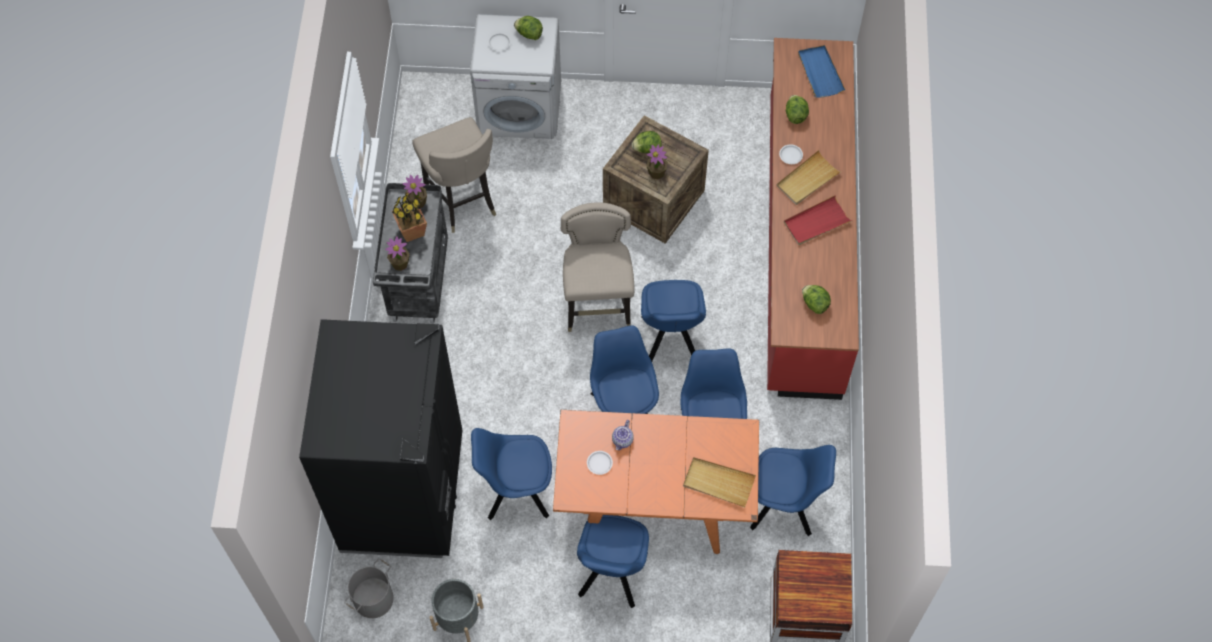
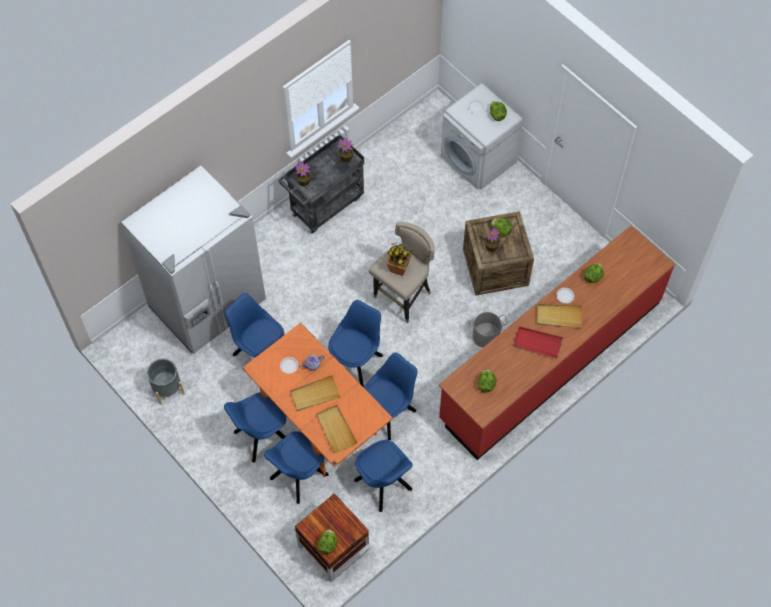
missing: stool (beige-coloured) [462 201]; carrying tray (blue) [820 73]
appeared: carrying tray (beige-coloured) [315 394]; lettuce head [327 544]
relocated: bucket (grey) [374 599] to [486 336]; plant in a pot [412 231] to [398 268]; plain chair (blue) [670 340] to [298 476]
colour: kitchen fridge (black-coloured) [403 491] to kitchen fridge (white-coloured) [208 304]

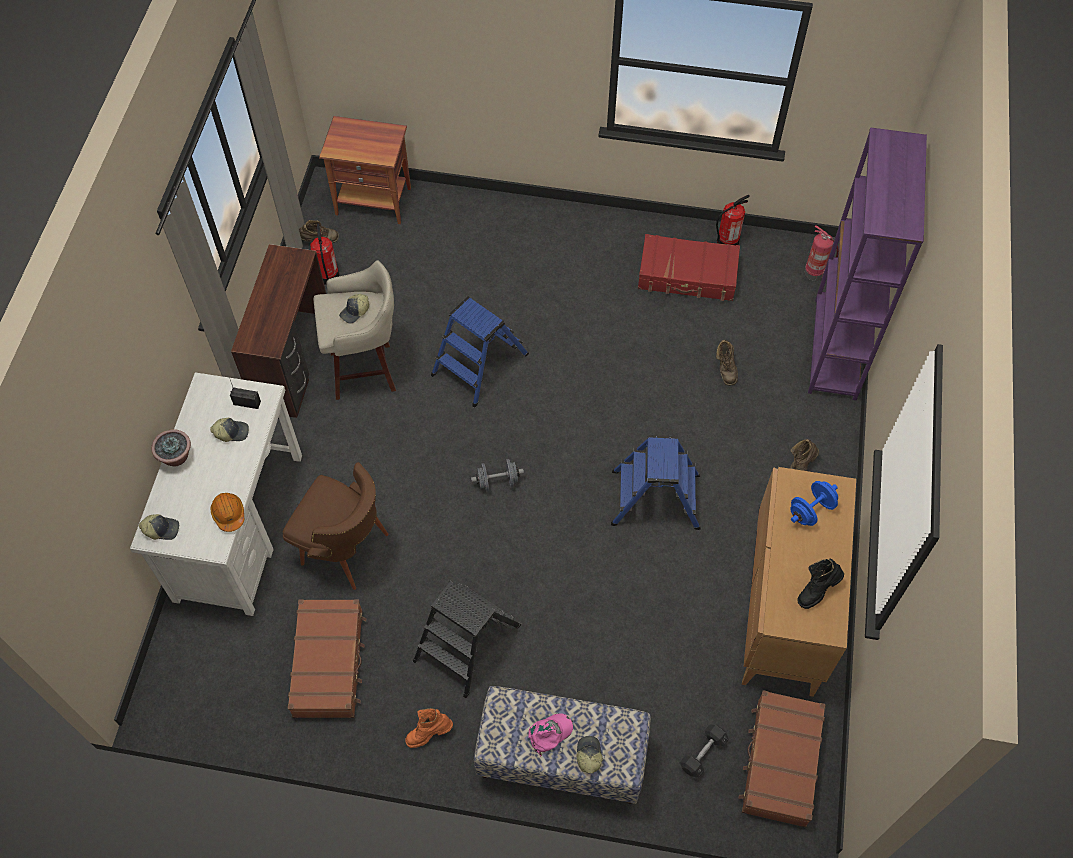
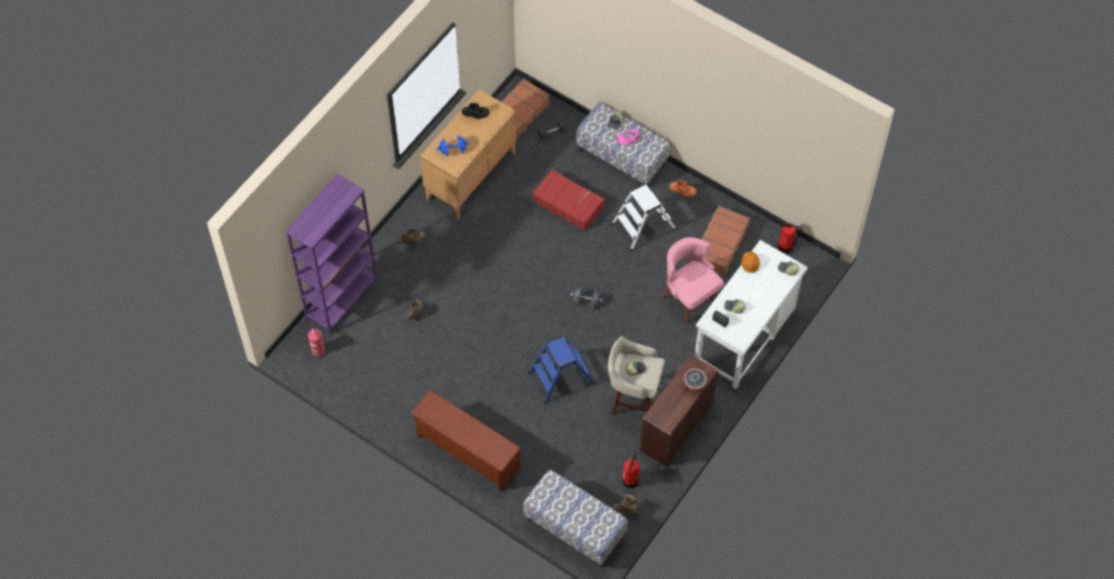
missing: step ladder (blue) [655 499]
appeared: shoe shelf (brown) [467 453]
relocated: plant in a pot [176 457] to [694 385]; travel case (red-coloured) [687 276] to [568 204]; fire-fighting cylinder [727 242] to [785 246]
exchanged: bedside table [374 201] to long seat [574 528]
colour: plain chair (brown) [344 549] to plain chair (pink) [689 299]; step ladder (black-coloured) [467 642] to step ladder (white-coloured) [643 226]

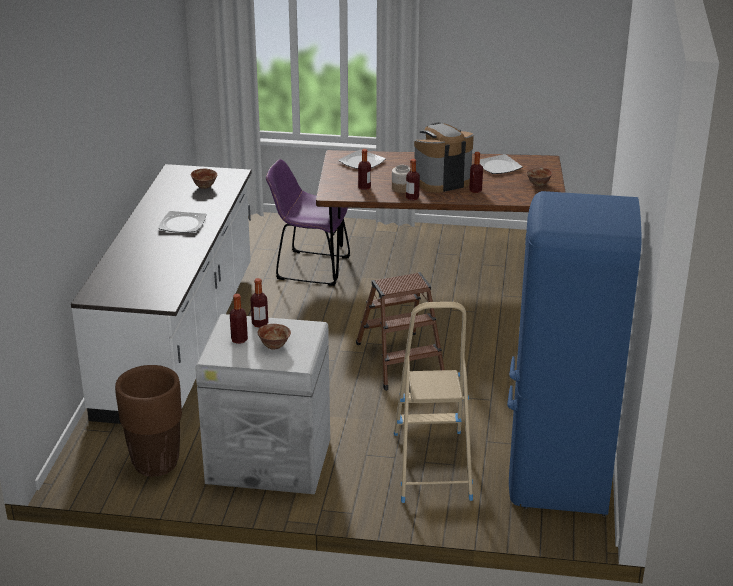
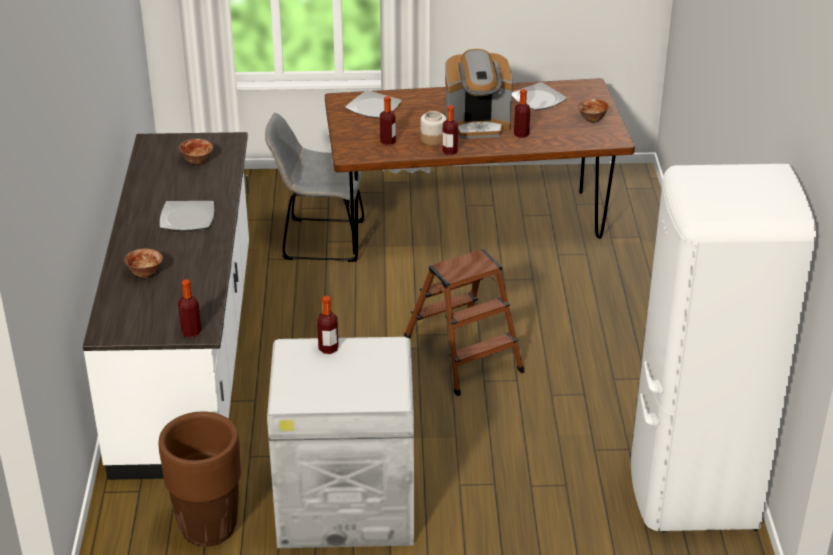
missing: step ladder (beige-coloured) [431 464]
relocated: bottle [239 340] to [191 332]; serving bowl [274 345] to [145 273]
colour: plain chair (purple-coloured) [309 268] to plain chair (grey) [318 240]; kitchen fridge (blue) [556 481] to kitchen fridge (white-coloured) [689 492]
spun: coffee machine [442 181] = [477 125] 150 degrees counterclockwise

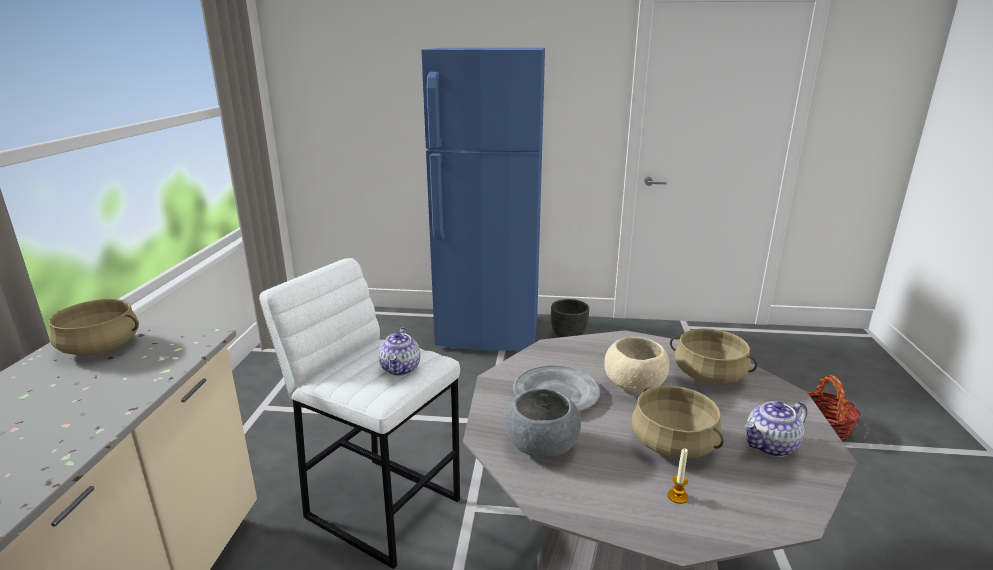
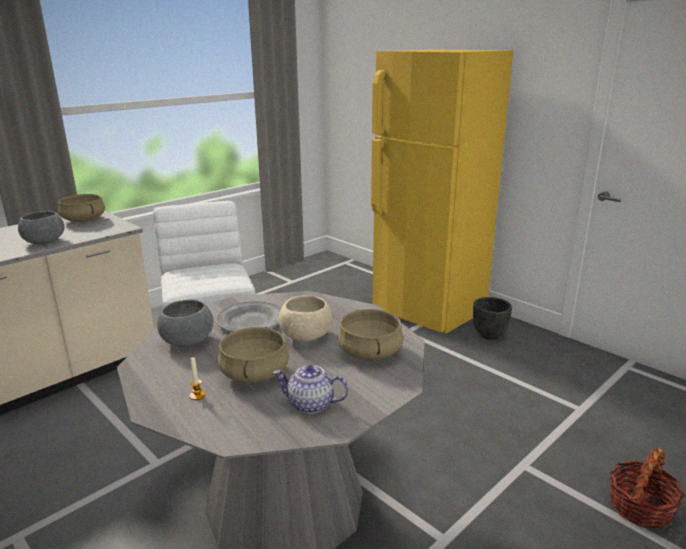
missing: tea pot [401 368]
appeared: serving bowl (grey) [44 242]
colour: kitchen fridge (blue) [488 332] to kitchen fridge (yellowish) [428 309]

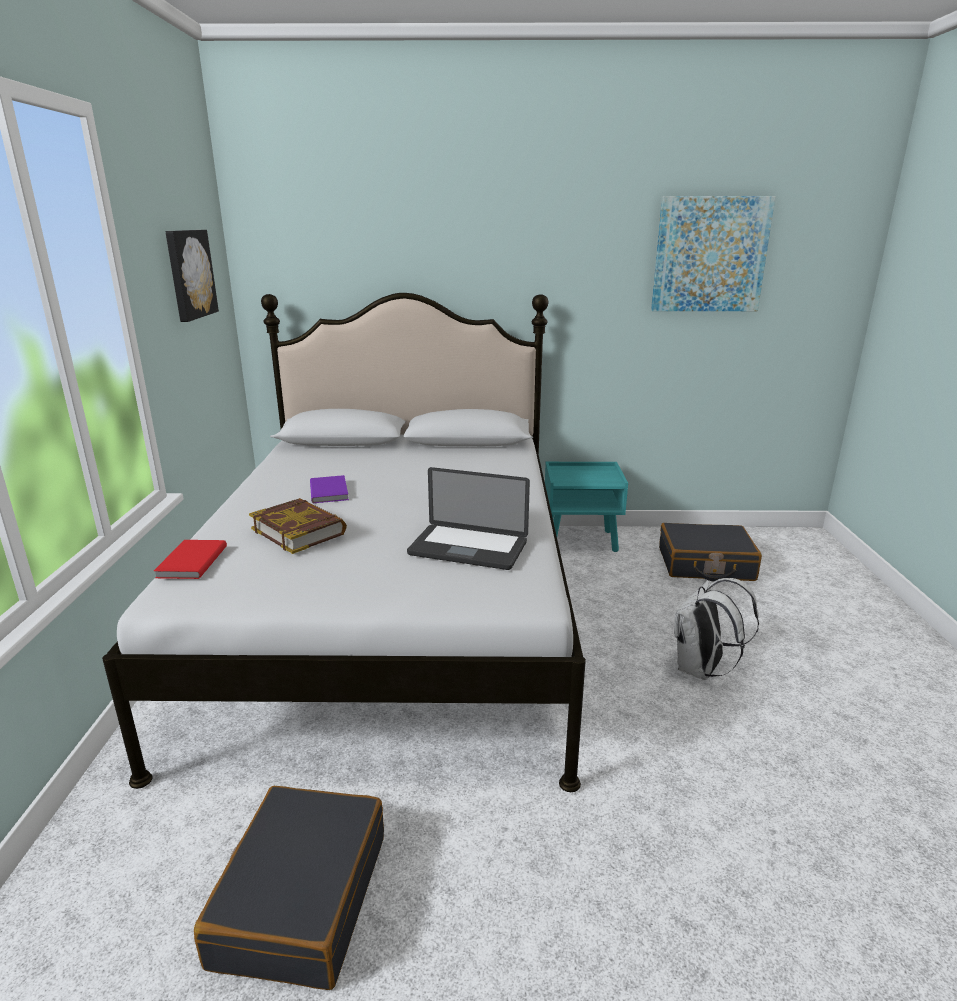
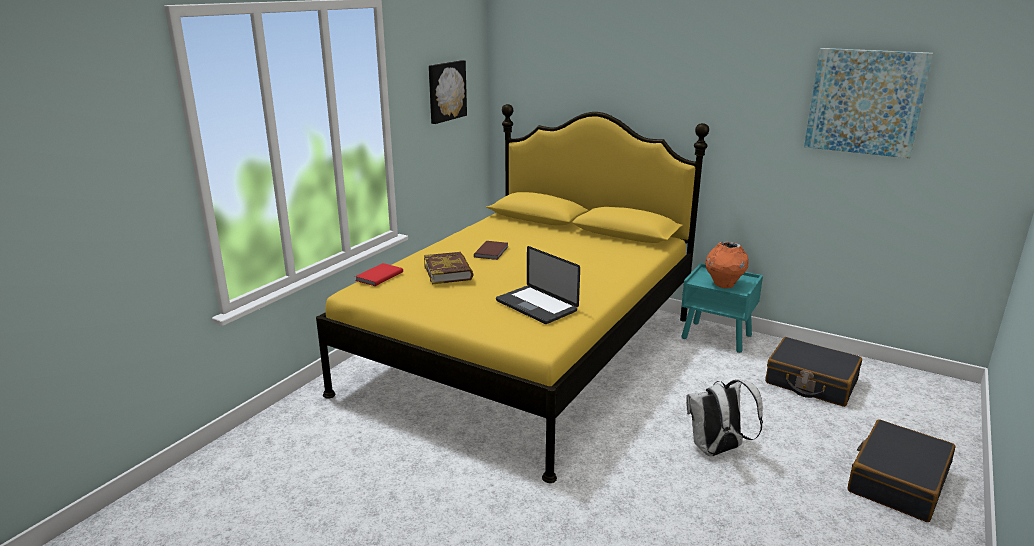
appeared: vase (orange) [723 284]
relocated: travel case (black-coloured) [300 898] to [897 481]
colour: bedroom bed (white-coloured) [392 621] to bedroom bed (yellowish) [524 354]; volume (purple-coloured) [330 491] to volume (brown) [492 251]

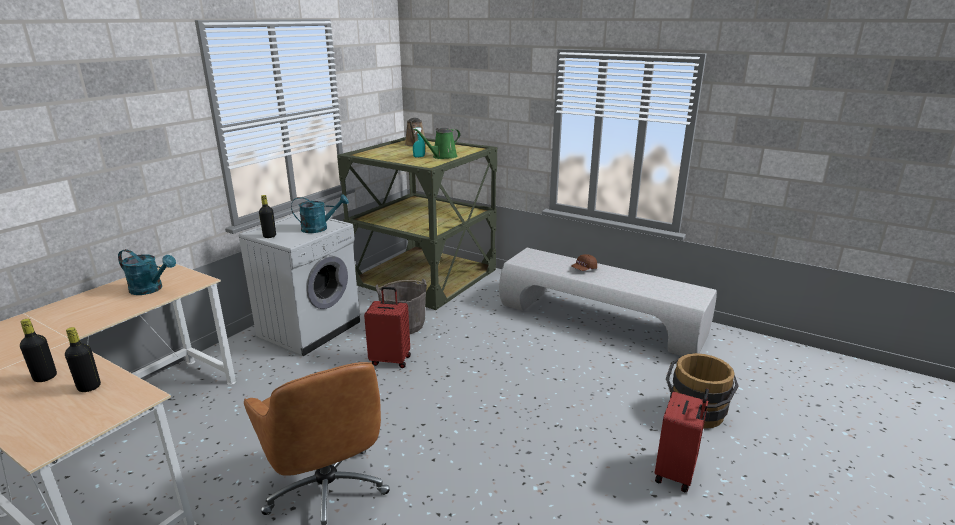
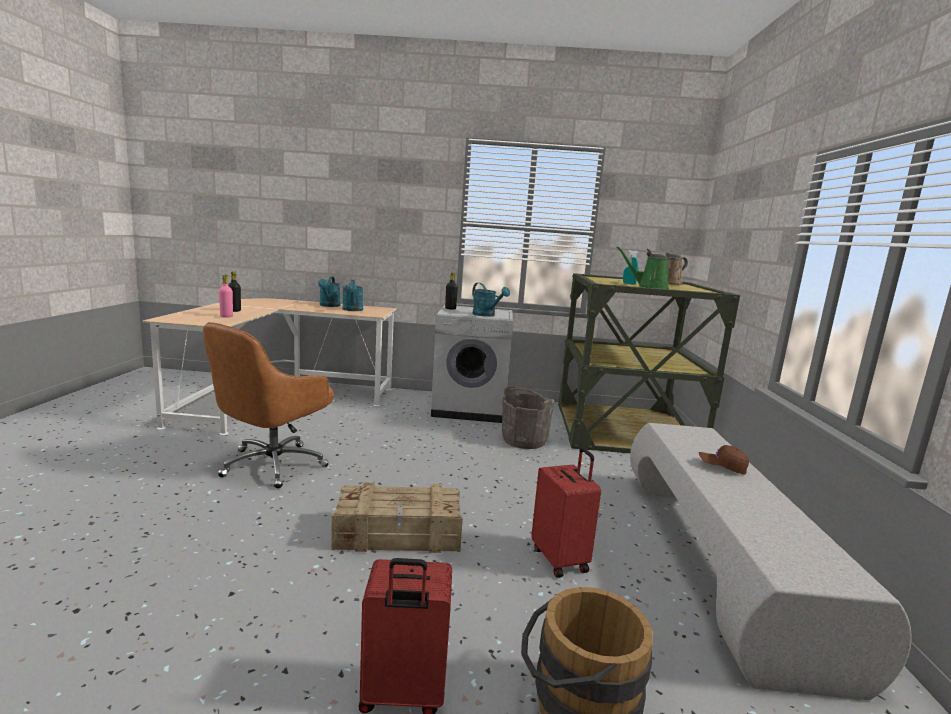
appeared: watering pot (turquoise) [329 306]; crate [399 534]
relocated: travel case (red-coloured) [391 360] to [561 559]
colour: bottle (black-coloured) [89 387] to bottle (pink) [226 316]

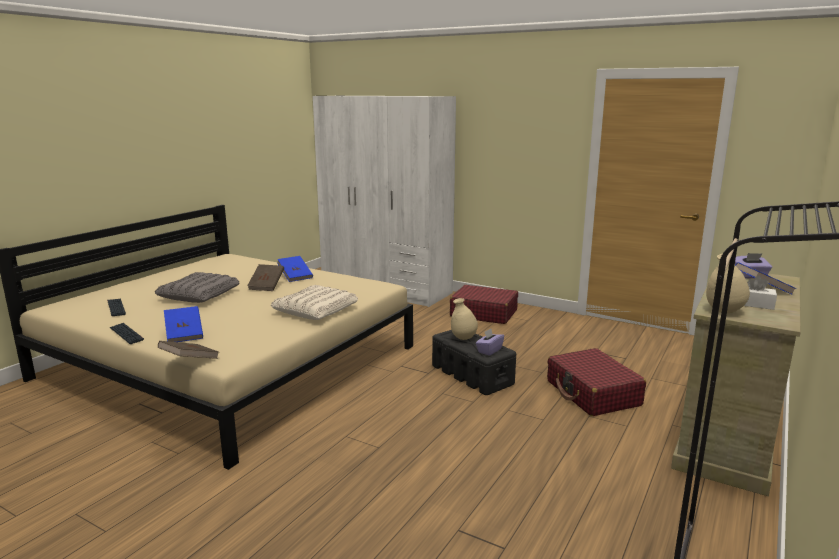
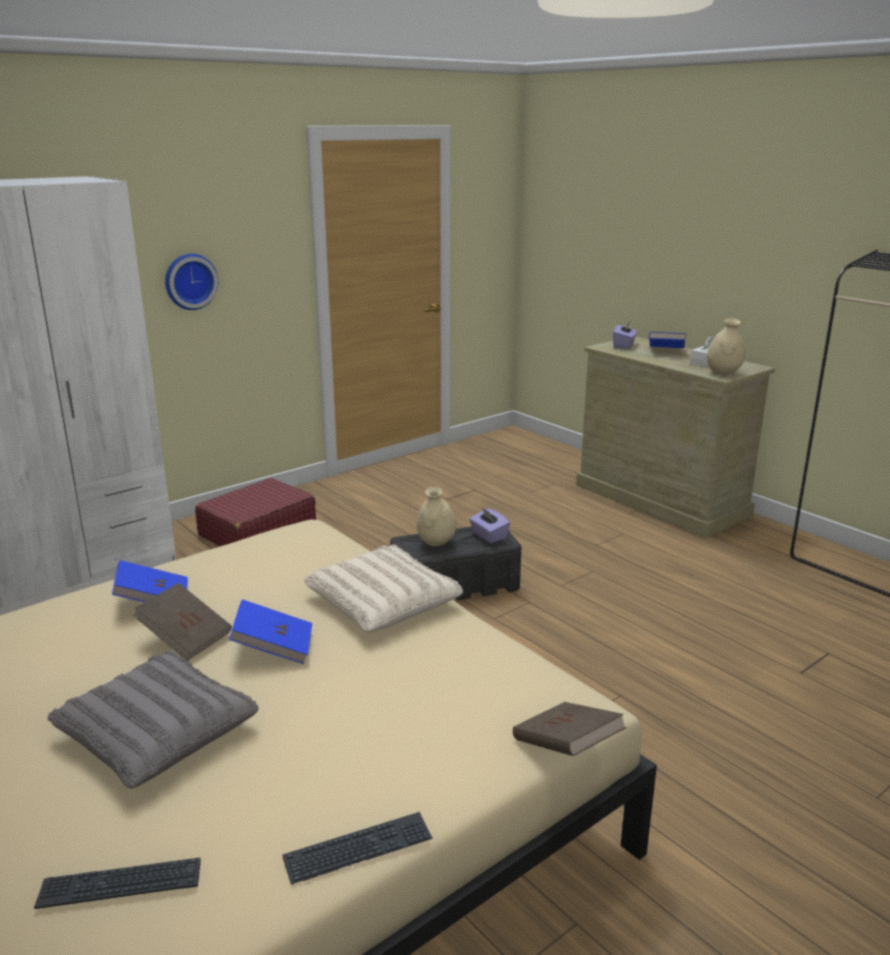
missing: travel case (red-coloured) [593 393]
appeared: hanging clock [189 281]
relocated: volume (blue) [184 334] to [273 648]

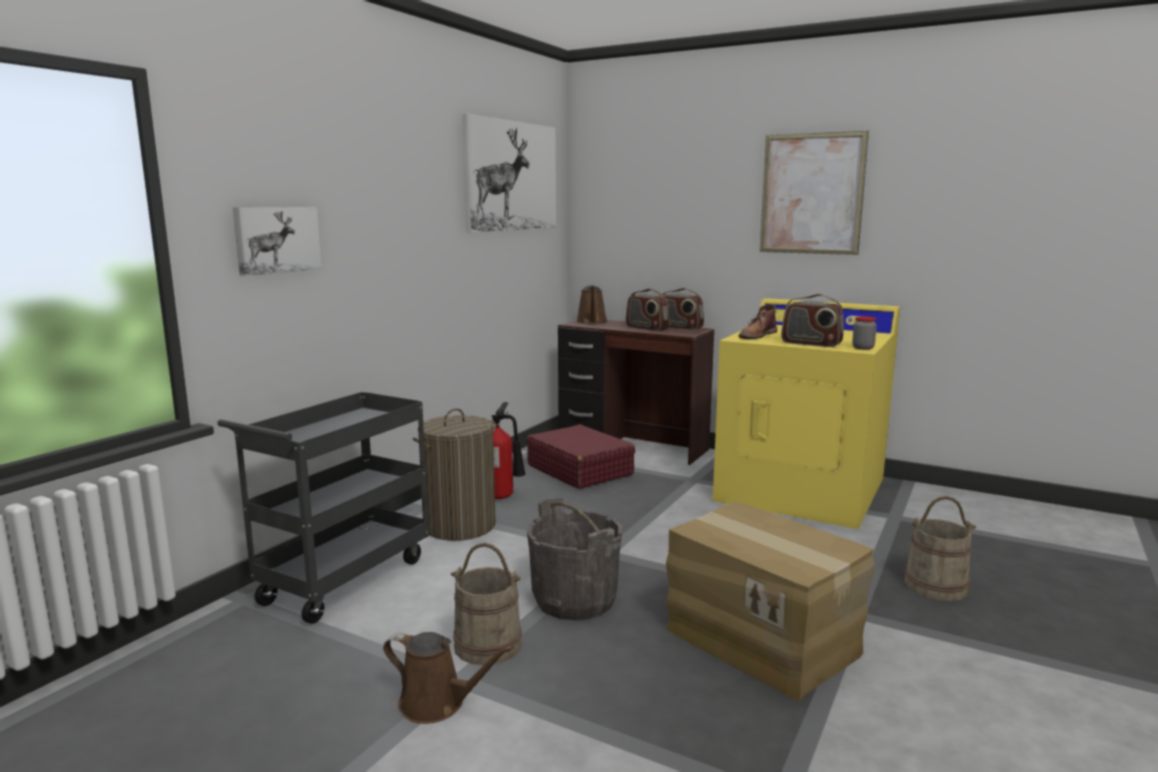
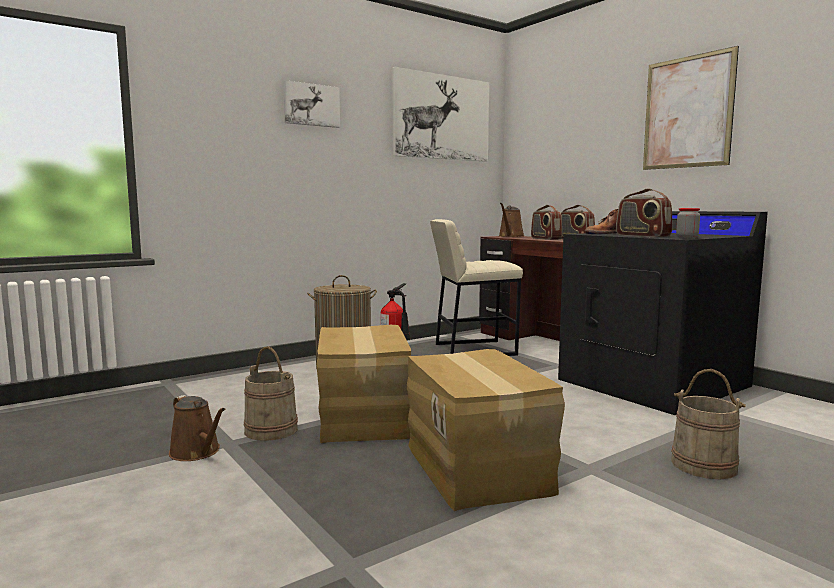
missing: cart (grey) [342 584]
relocated: wall art [276 239] to [311 105]
exchanged: travel case (red-coloured) [580 470] to plain chair (beige-coloured) [473 349]; bucket (grey) [575 599] to cardboard box [365 417]
colour: laundry appliance (yellowish) [802 489] to laundry appliance (black-coloured) [653 383]

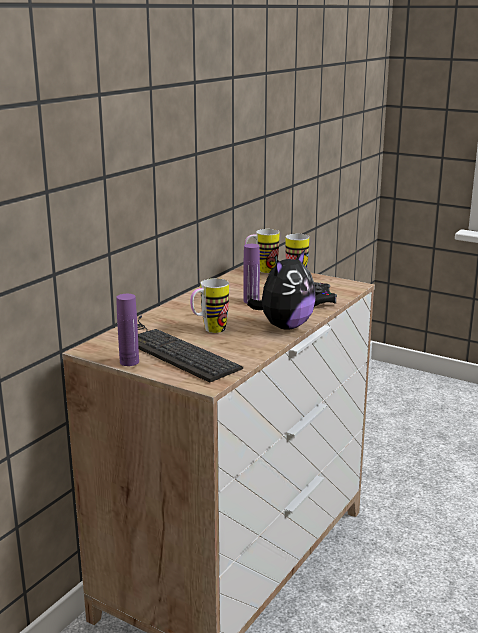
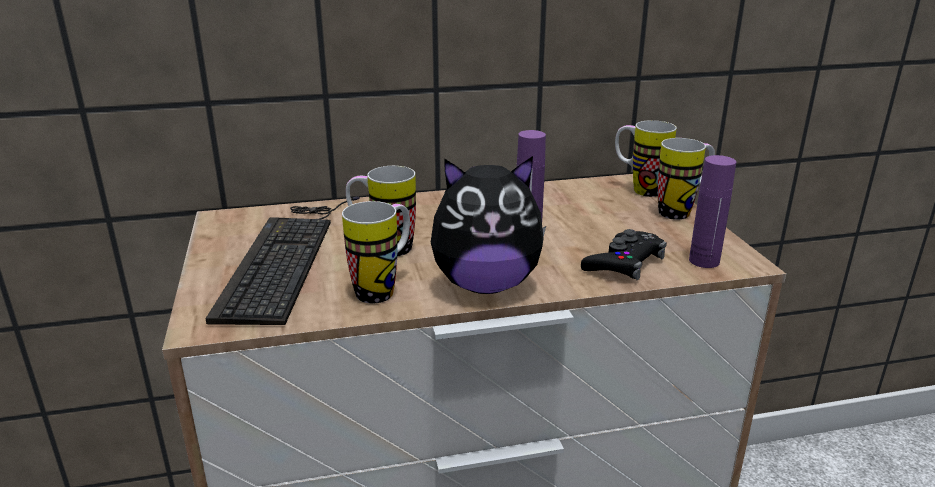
appeared: coffee mug [383 289]
relocated: bottle (purple-coloured) [129 362] to [704 261]

